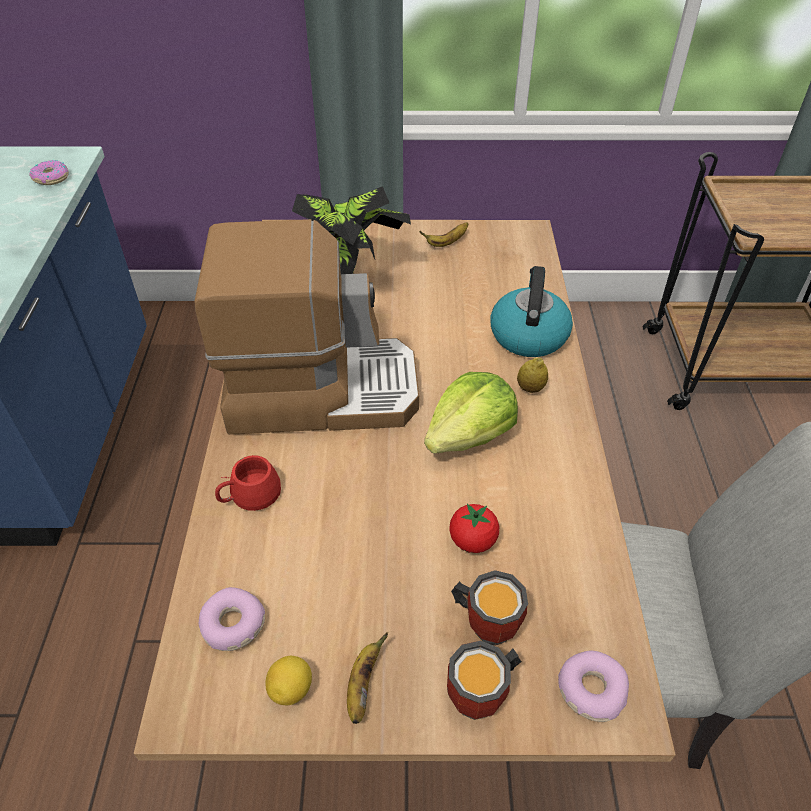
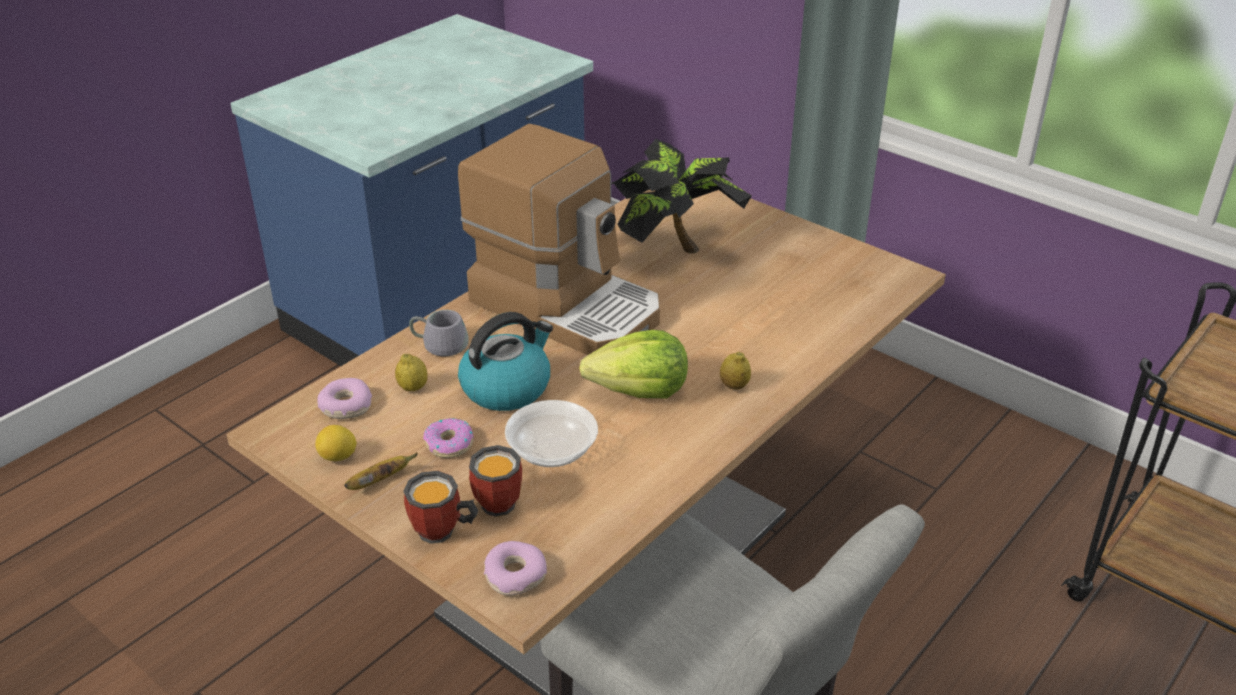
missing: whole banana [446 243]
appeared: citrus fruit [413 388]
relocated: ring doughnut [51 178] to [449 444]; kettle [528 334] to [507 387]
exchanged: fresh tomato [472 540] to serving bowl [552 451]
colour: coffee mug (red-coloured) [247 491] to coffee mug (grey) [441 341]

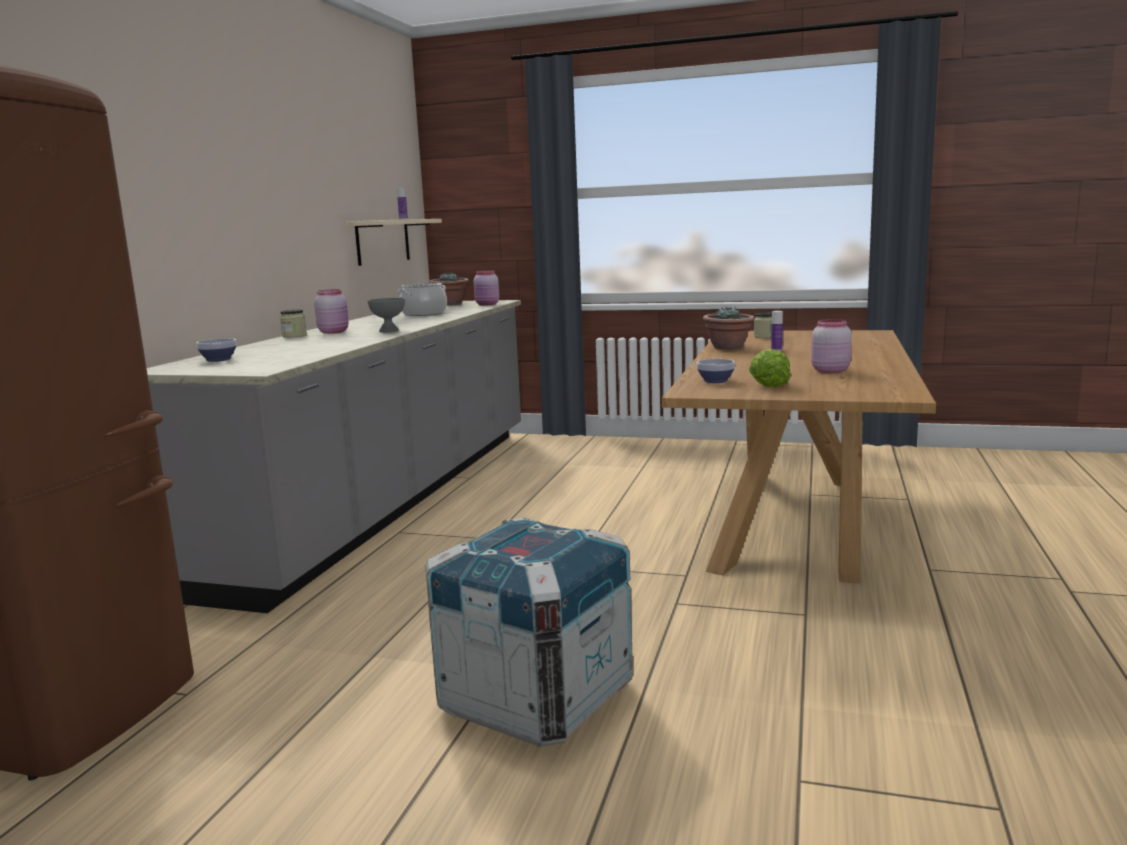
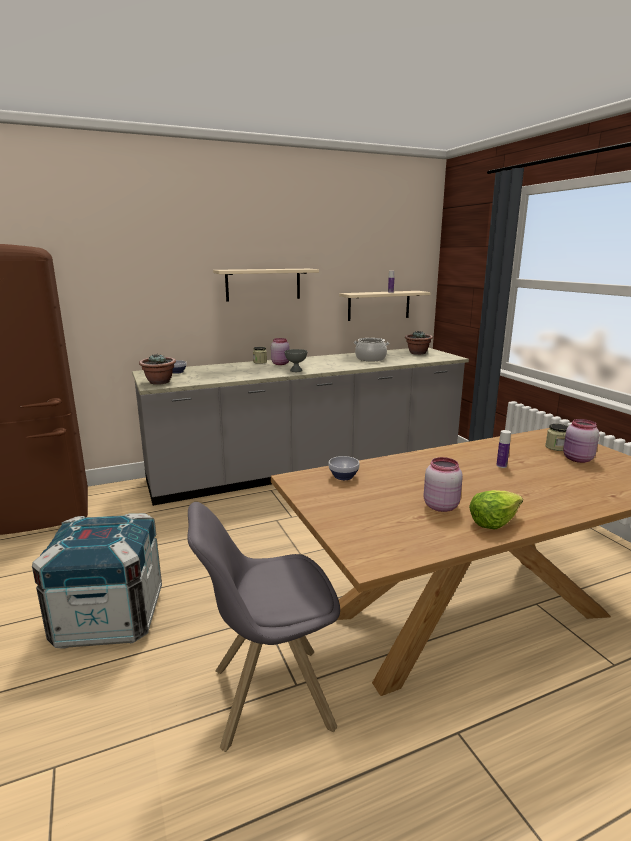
appeared: plain chair (grey) [270 697]; wall shelf (beige-coloured) [263 284]
relocated: preserve jar (pink) [487 304] to [577 459]; plant in a pot [728 348] to [159 382]; lettuce head [768 384] to [493 521]

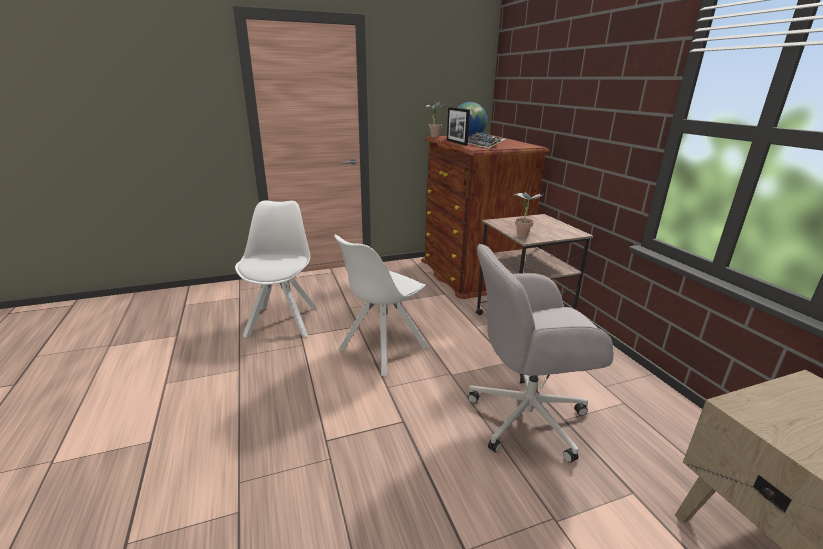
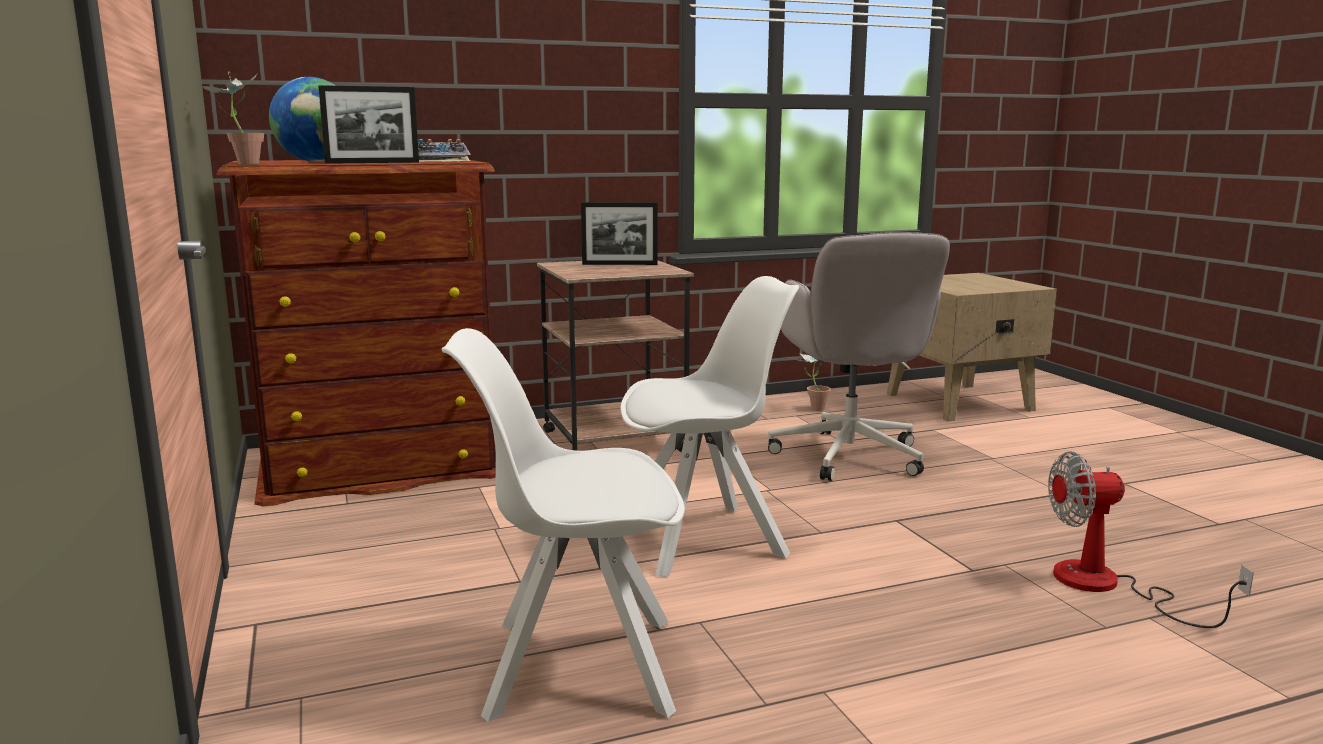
appeared: standing frame [619 264]; cooling fan [1108 586]
relocated: plant in a pot [524 235] to [813 408]
spun: plain chair (white-coloured) [382 349] = [704 539] 60 degrees counterclockwise

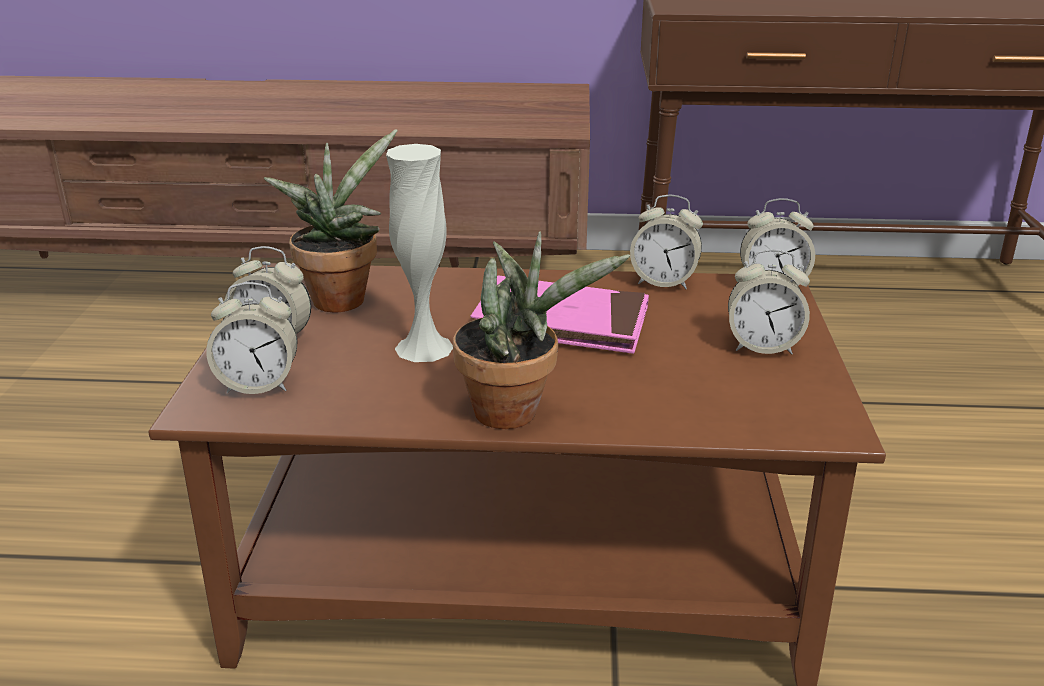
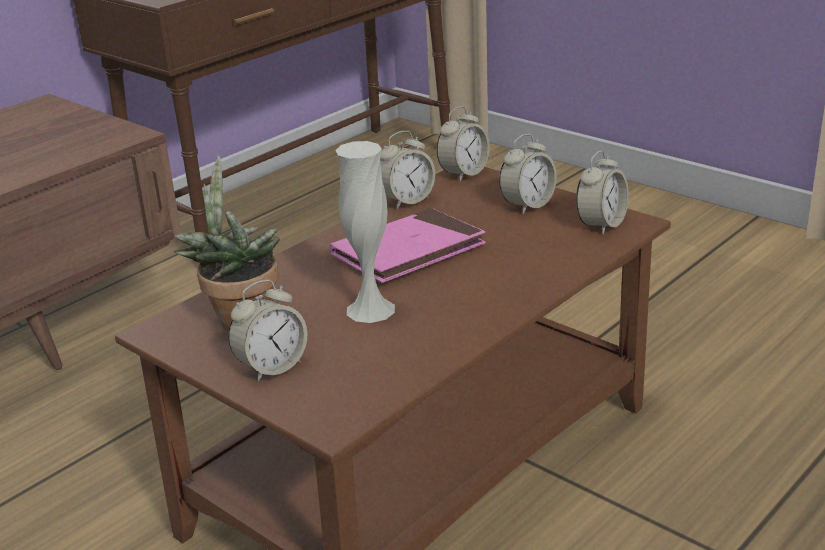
missing: plant in a pot [516 411]
relocated: table clock [259 385] to [601 225]

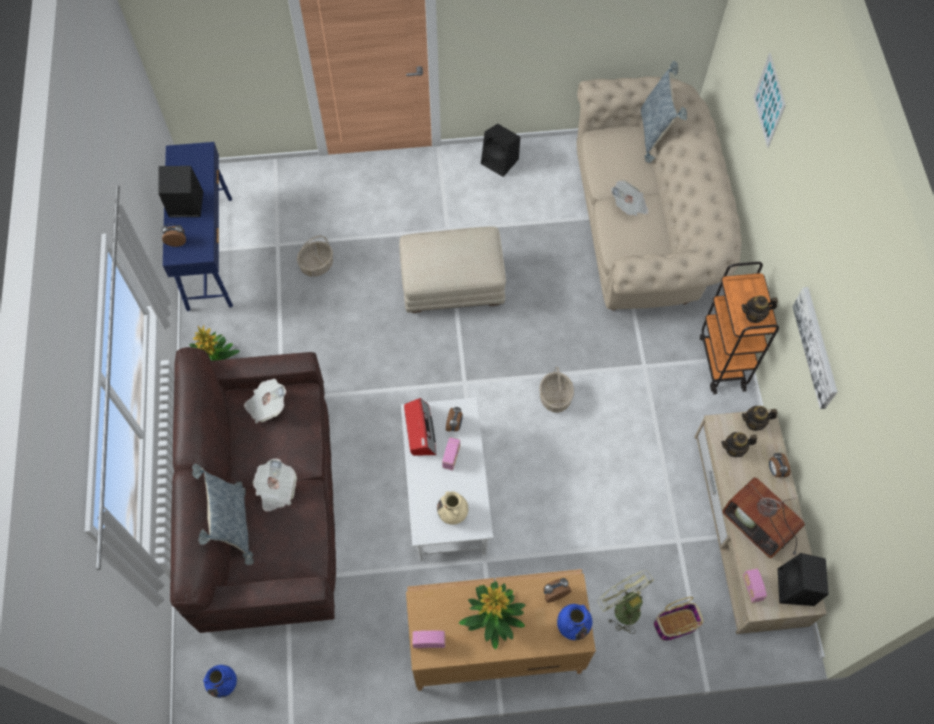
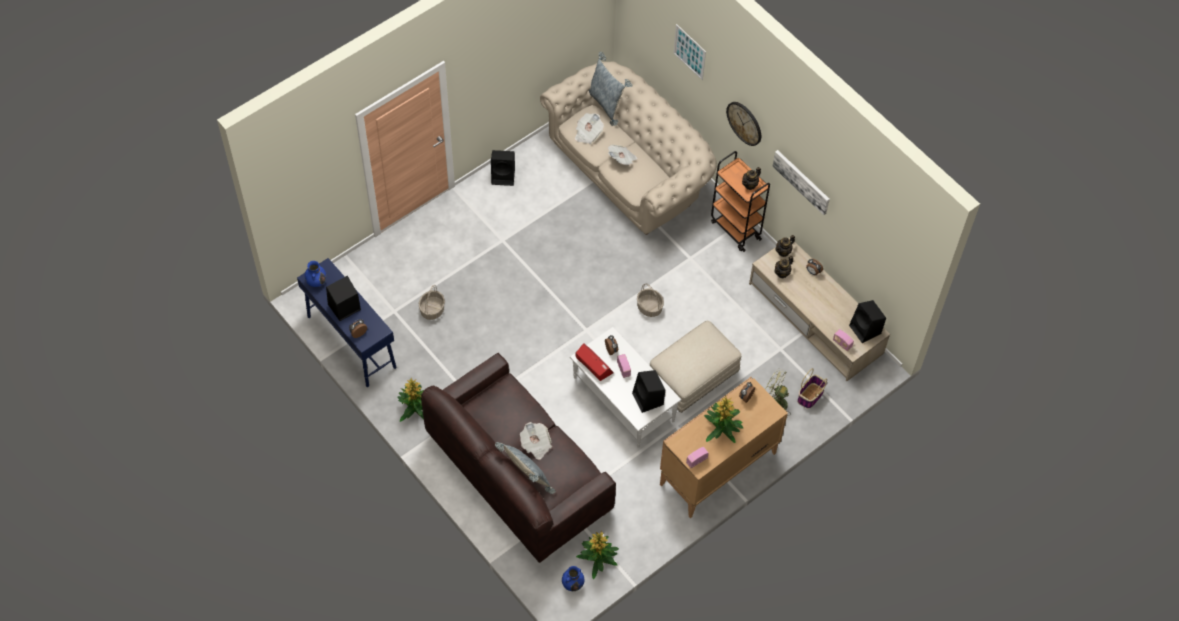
missing: television [760 525]
appeared: plant in a pot [598 558]; hanging clock [744 123]
relocated: printed paper [266 406] to [587 133]; pouffe (beige-coloured) [453 284] to [693 377]; vase (blue) [573 625] to [316 281]
exchanged: vase (beige-coloured) [453 513] to audio speaker (black-coloured) [648 399]

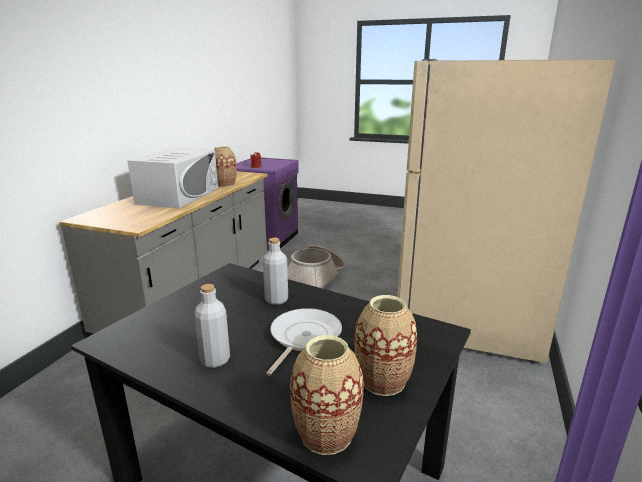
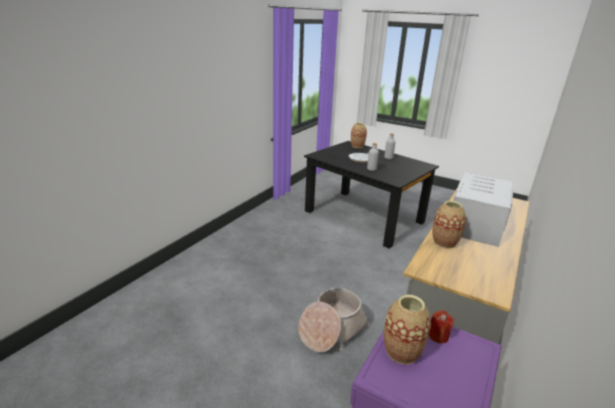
missing: kitchen fridge (beige-coloured) [468 318]
relocated: vase [382 380] to [402 351]

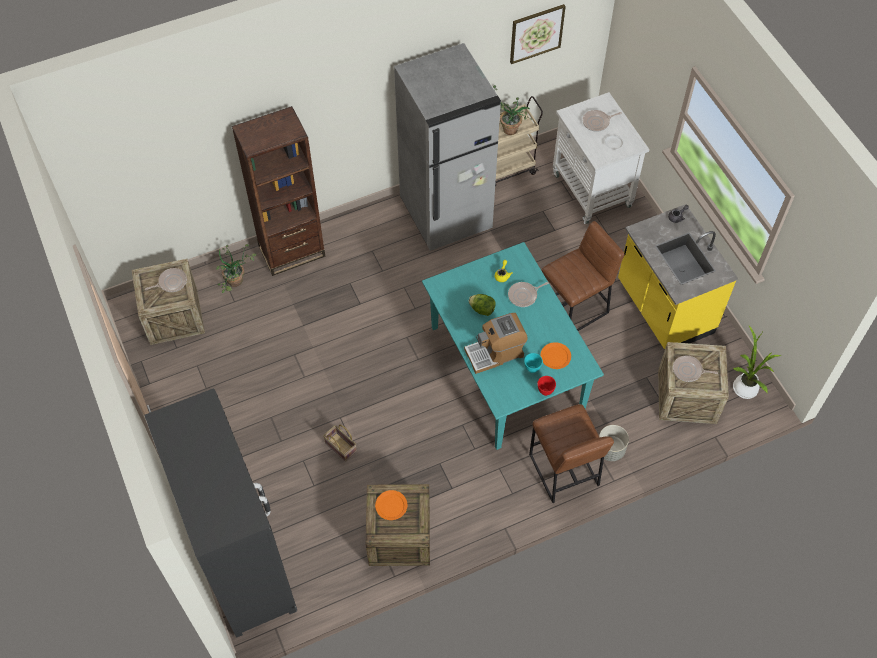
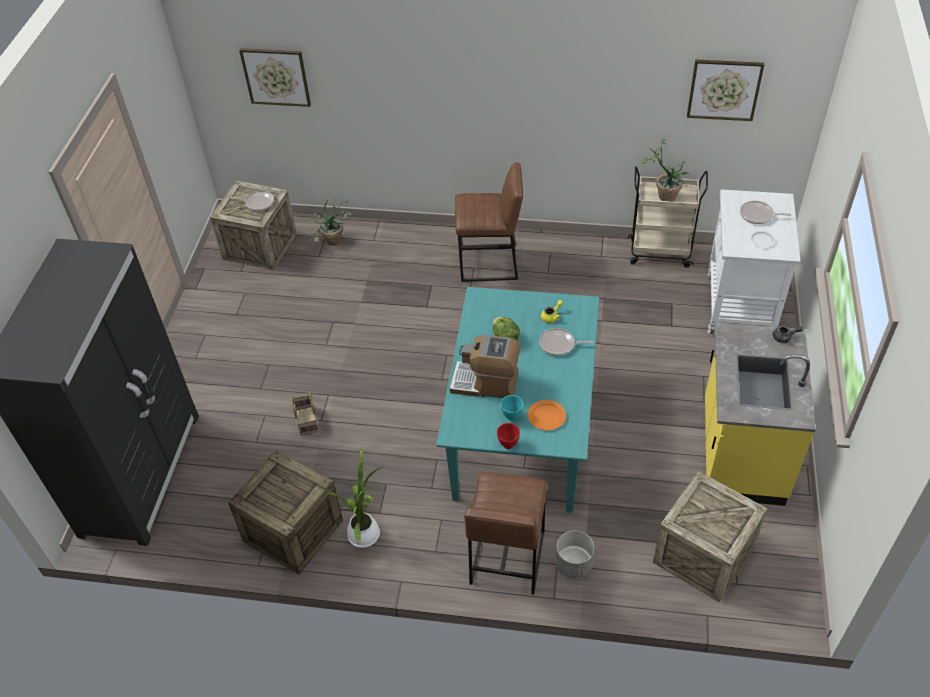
missing: shelving unit (brown) [292 251]; plate (orange) [391 506]; kitchen fridge (grey) [446 211]; skillet [689 371]
appeared: wall art [276 76]
relocated: plain chair (brown) [574 308] to [490 263]; plant in a pot [744 386] to [365 532]

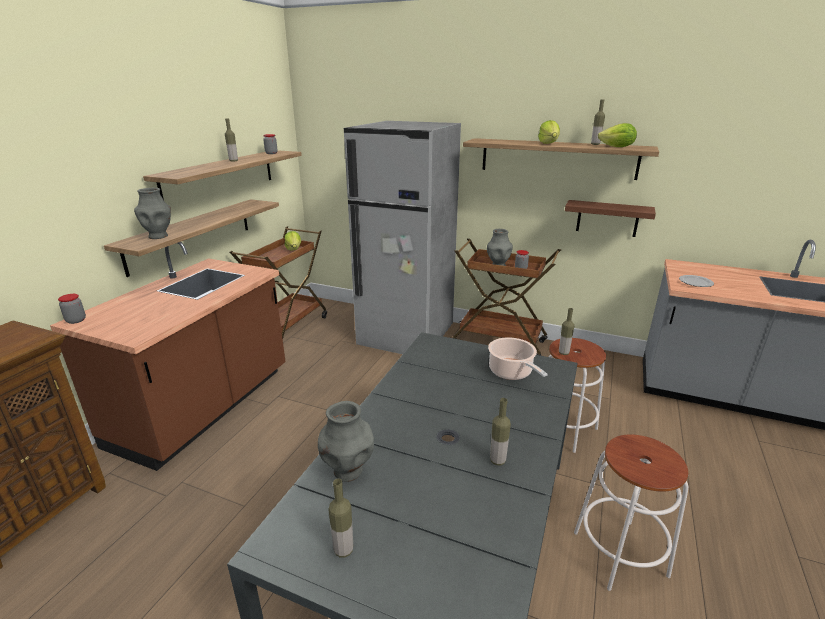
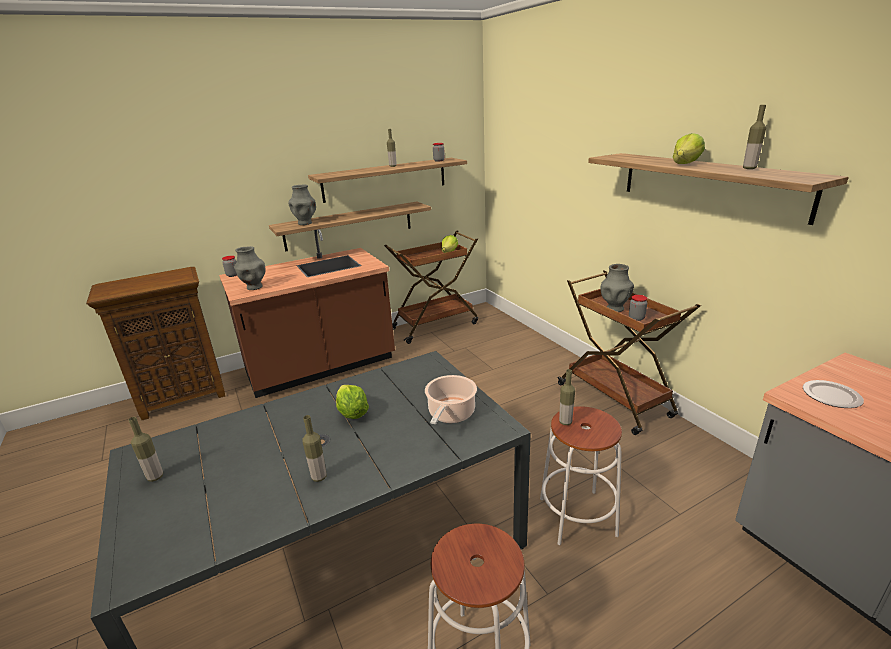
missing: kitchen fridge (grey) [407 333]; wall shelf (brown) [607 218]
relocated: vase (grey) [348 471] to [254 287]; lettuce head [617 147] to [352 413]

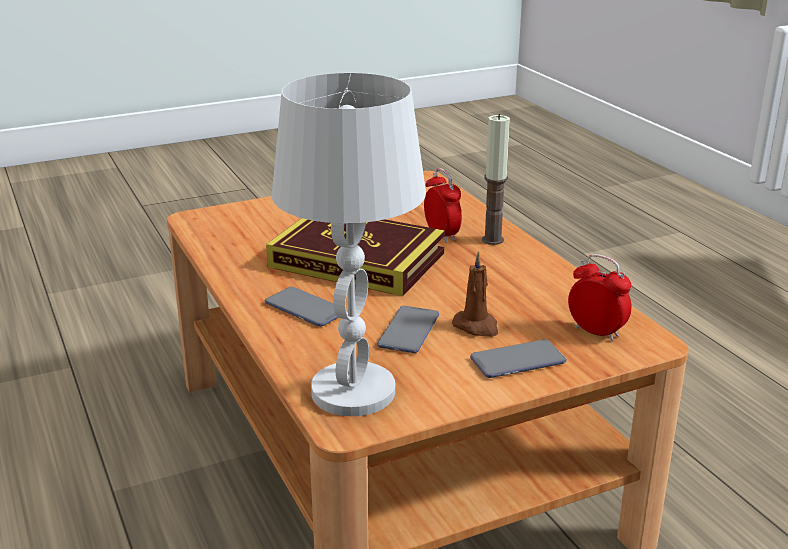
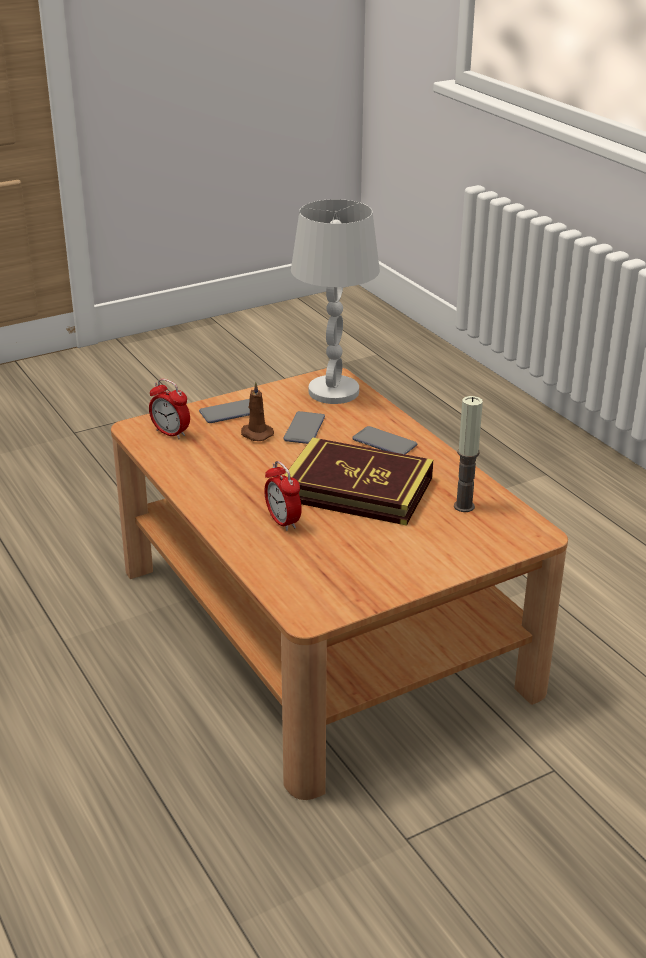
relocated: wax light [492 240] to [464 506]

